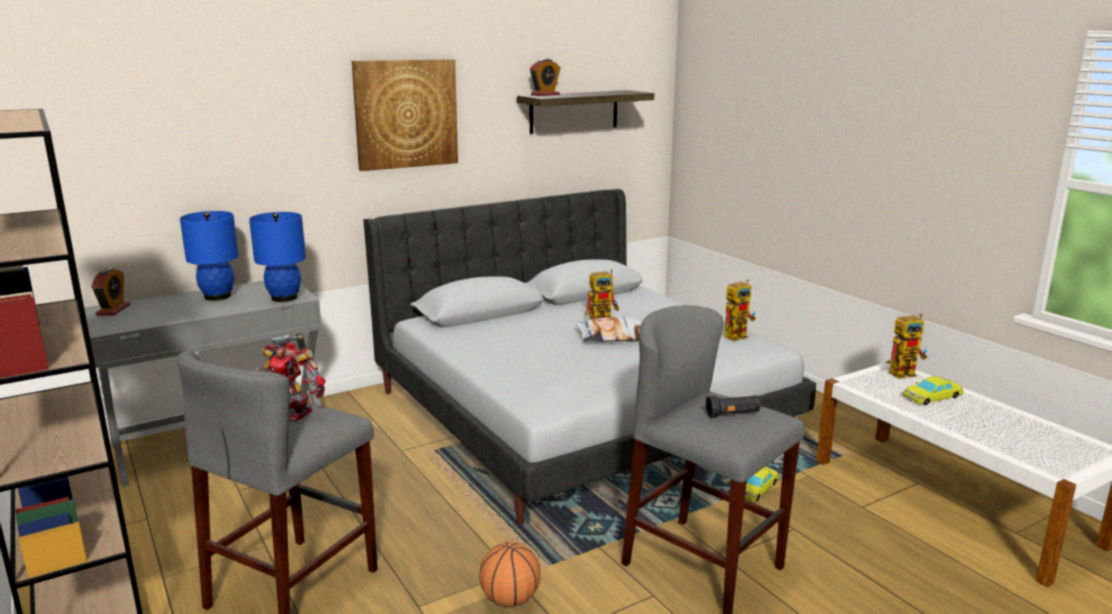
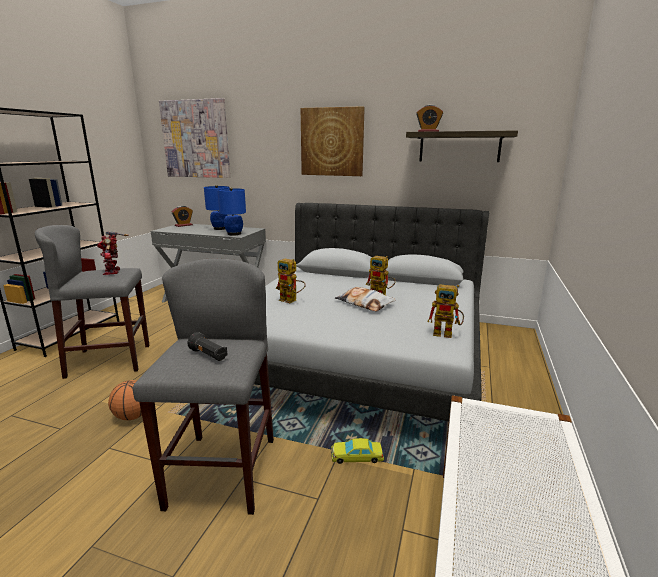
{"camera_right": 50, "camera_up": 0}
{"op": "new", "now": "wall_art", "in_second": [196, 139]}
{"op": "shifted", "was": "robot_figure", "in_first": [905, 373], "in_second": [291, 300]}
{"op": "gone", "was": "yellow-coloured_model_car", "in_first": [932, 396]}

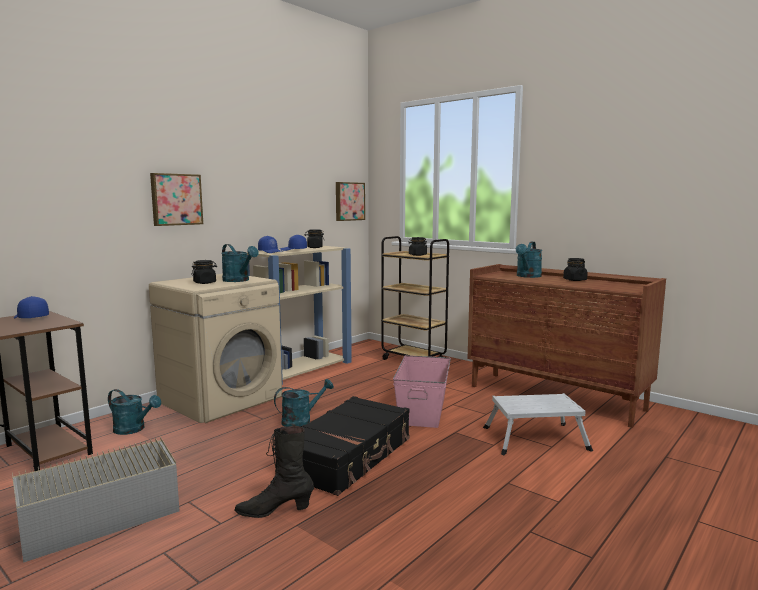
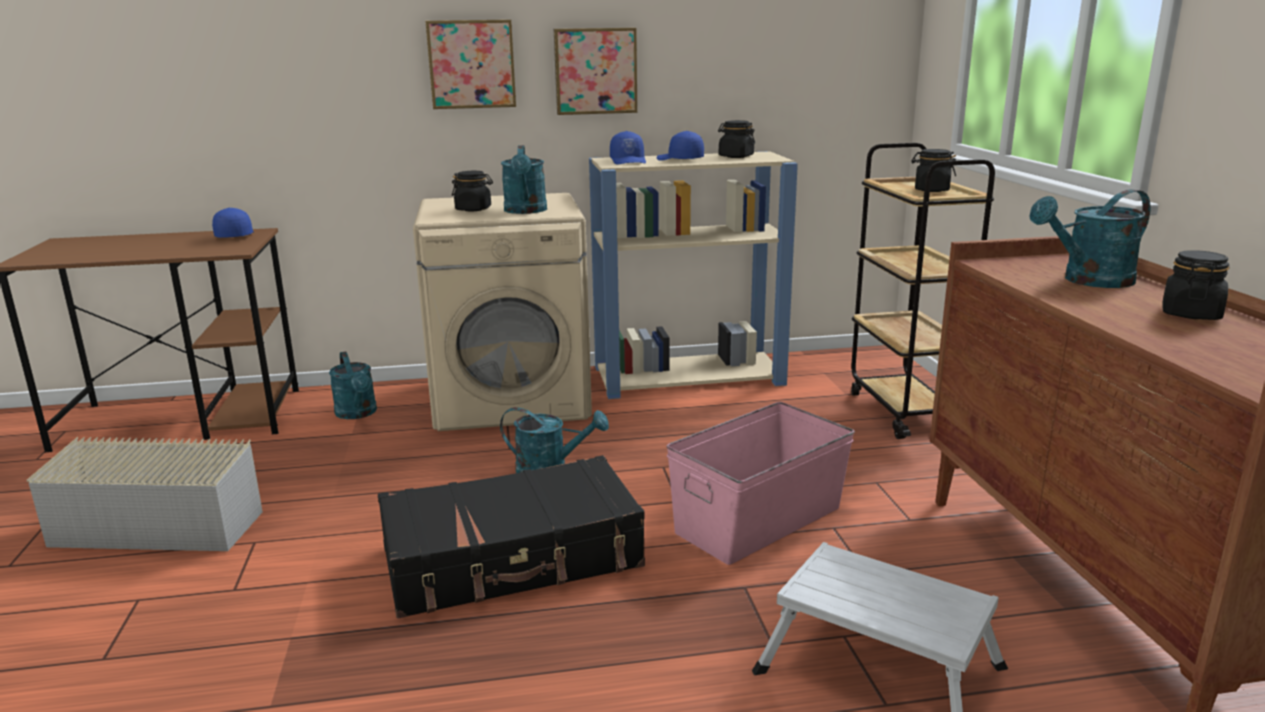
{"camera_right": 40, "camera_up": 10}
{"op": "shifted", "was": "wall_art", "in_first": [349, 201], "in_second": [595, 71]}
{"op": "gone", "was": "black-coloured_tall_boot", "in_first": [274, 511]}

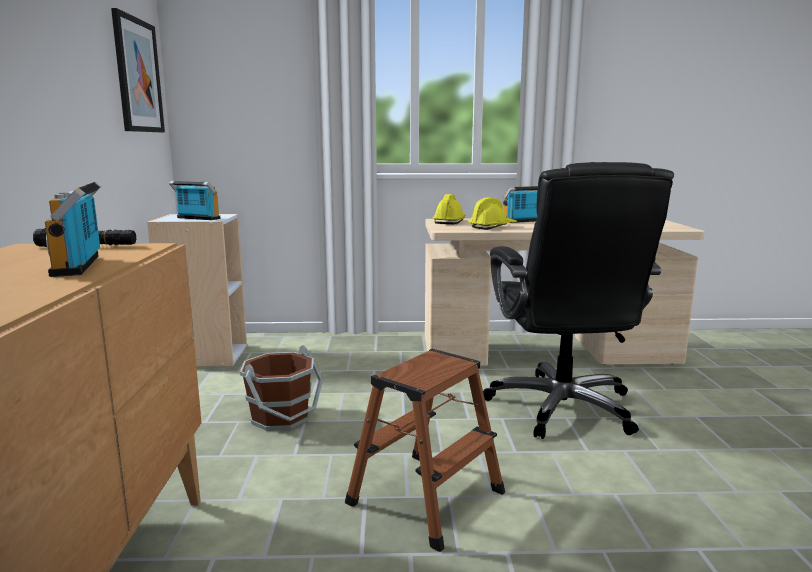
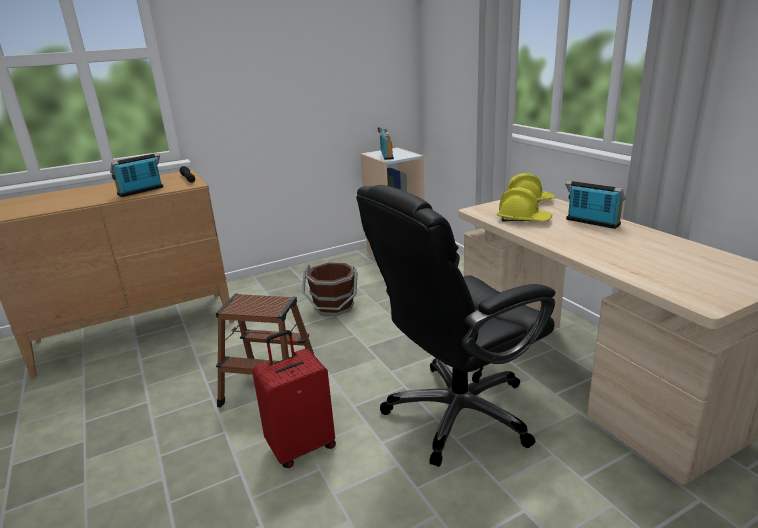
{"camera_right": 65, "camera_up": 10}
{"op": "new", "now": "red-coloured_suitcase", "in_second": [301, 446]}
{"op": "gone", "was": "wall_art", "in_first": [137, 76]}

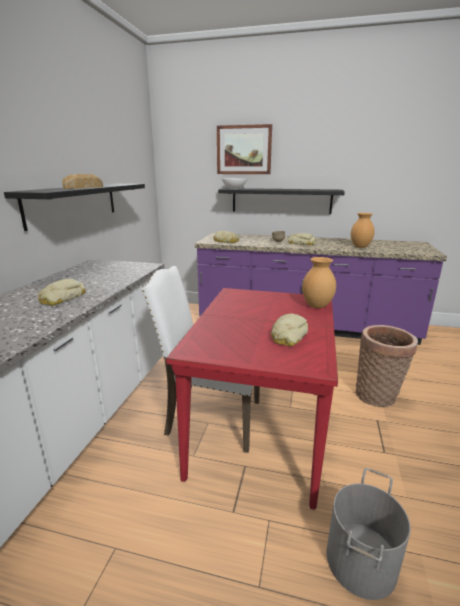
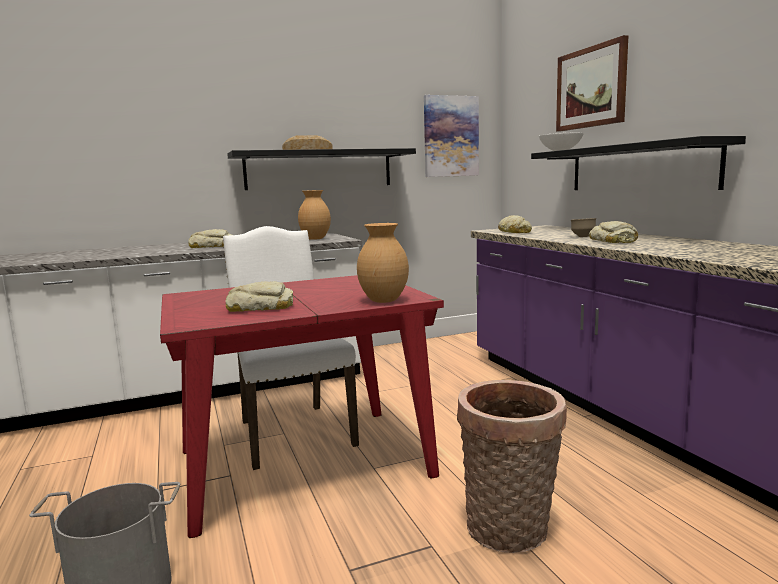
{"camera_right": 55, "camera_up": -10}
{"op": "shifted", "was": "brown-coloured_flower_vase", "in_first": [360, 247], "in_second": [316, 239]}
{"op": "new", "now": "wall_art", "in_second": [450, 136]}

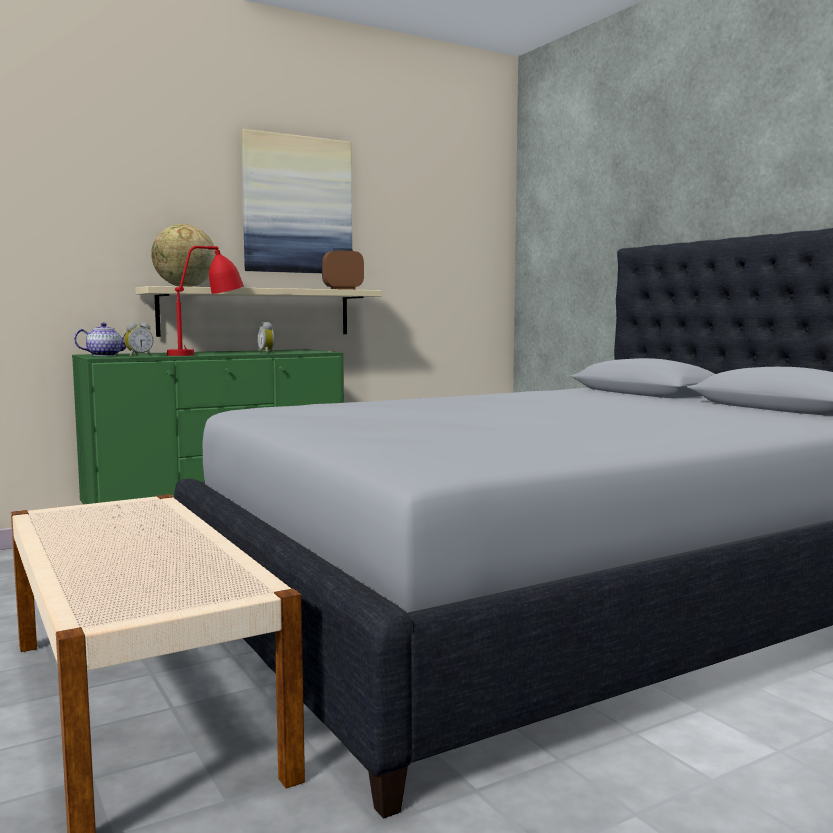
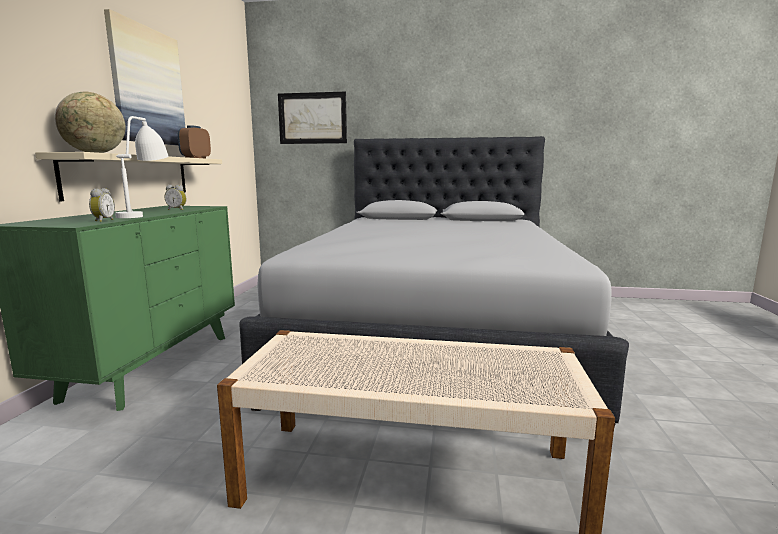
{"camera_right": -50, "camera_up": 5}
{"op": "repainted", "was": "red-coloured_table_lamp", "now": "whitish_table_lamp", "in_first": [209, 354], "in_second": [147, 214]}
{"op": "new", "now": "wall_art", "in_second": [312, 118]}
{"op": "gone", "was": "teapot", "in_first": [105, 355]}

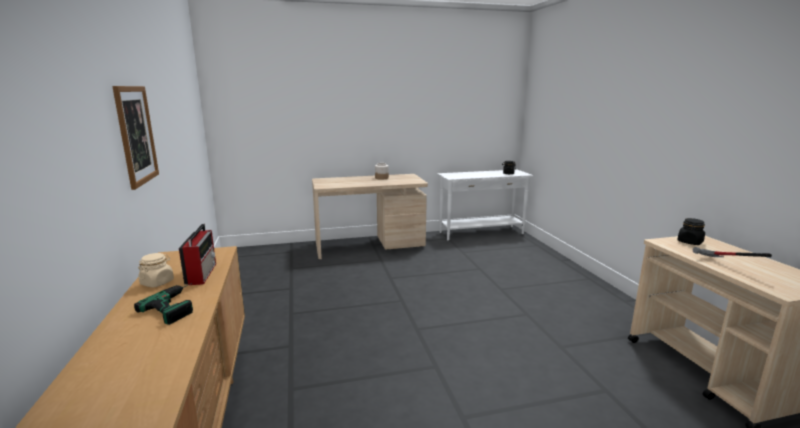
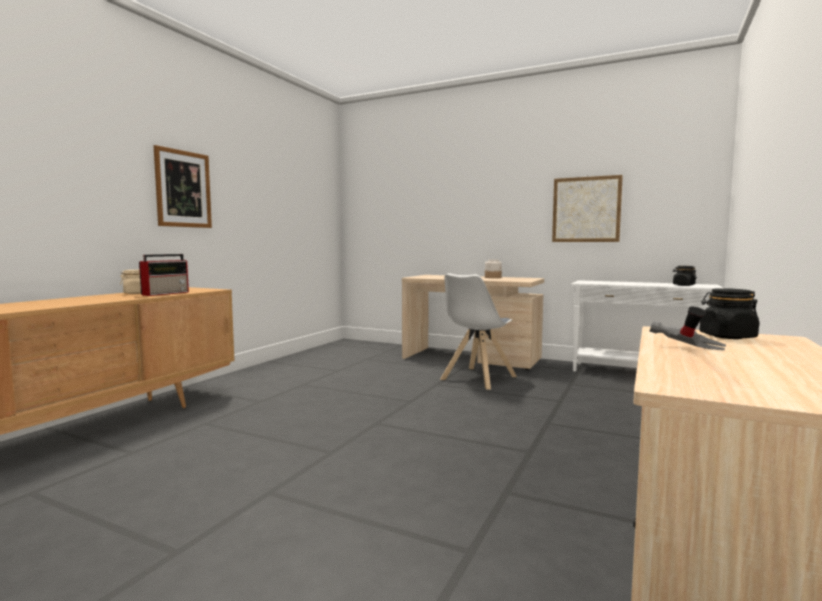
{"camera_right": 40, "camera_up": -10}
{"op": "new", "now": "chair", "in_second": [477, 379]}
{"op": "new", "now": "wall_art", "in_second": [586, 208]}
{"op": "gone", "was": "drill", "in_first": [179, 304]}

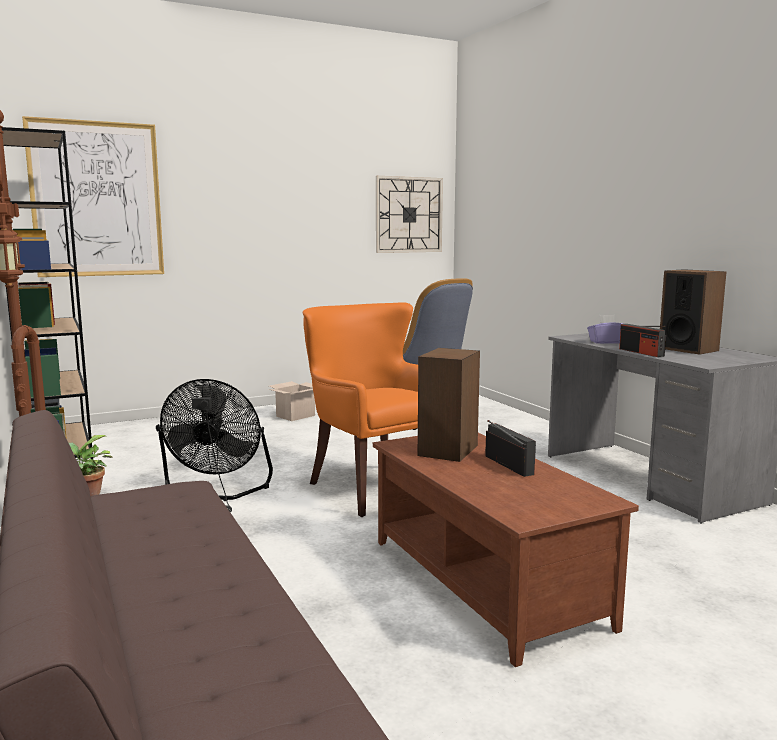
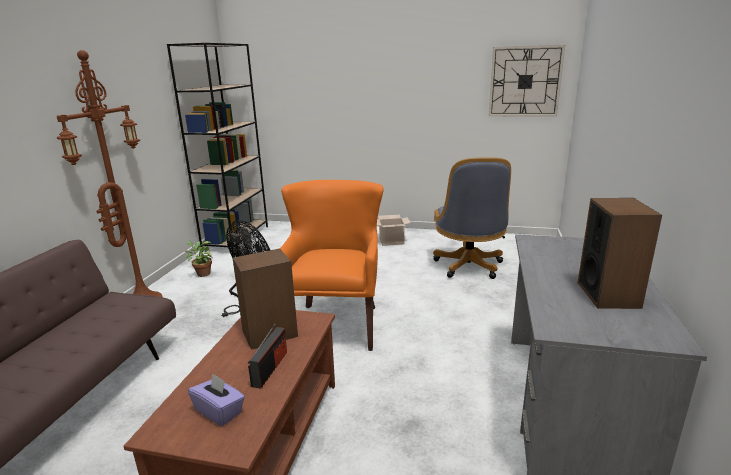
{"camera_right": 40, "camera_up": 10}
{"op": "shifted", "was": "purplish_box_of_tissues", "in_first": [606, 342], "in_second": [219, 411]}
{"op": "gone", "was": "wall_art", "in_first": [97, 199]}
{"op": "gone", "was": "radio", "in_first": [641, 352]}

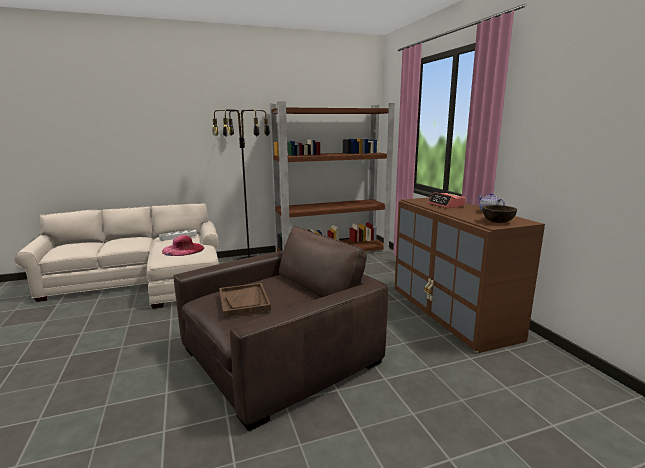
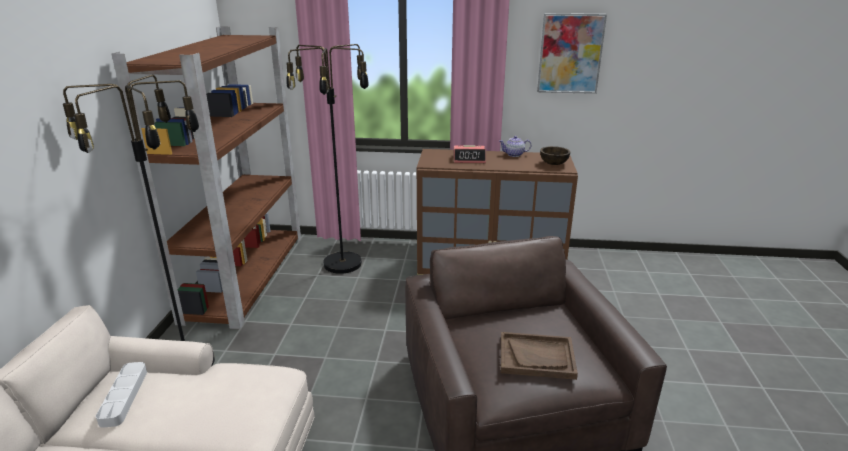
{"camera_right": -65, "camera_up": 10}
{"op": "new", "now": "standing_lamp", "in_second": [342, 264]}
{"op": "new", "now": "wall_art", "in_second": [570, 54]}
{"op": "gone", "was": "pink_hat", "in_first": [183, 249]}

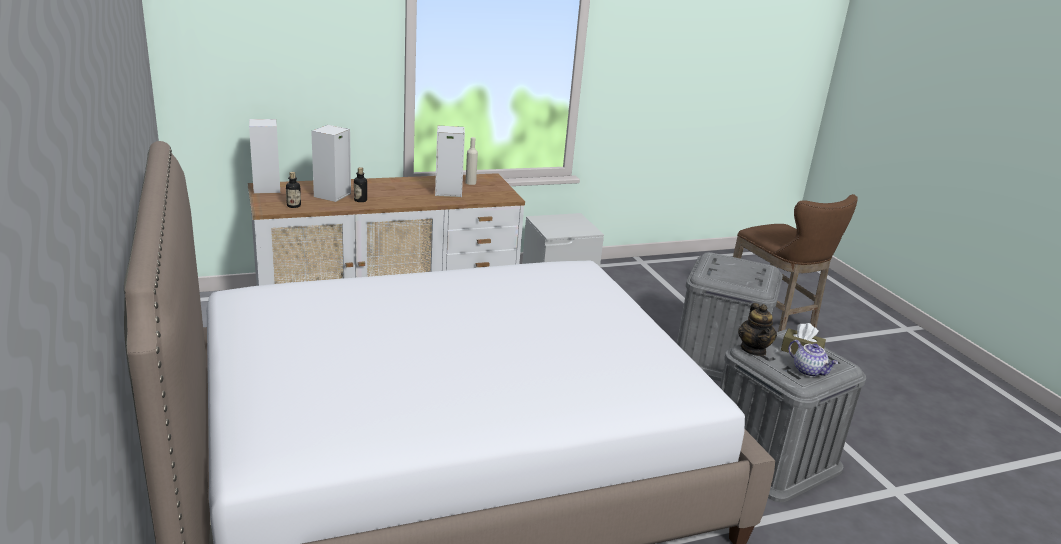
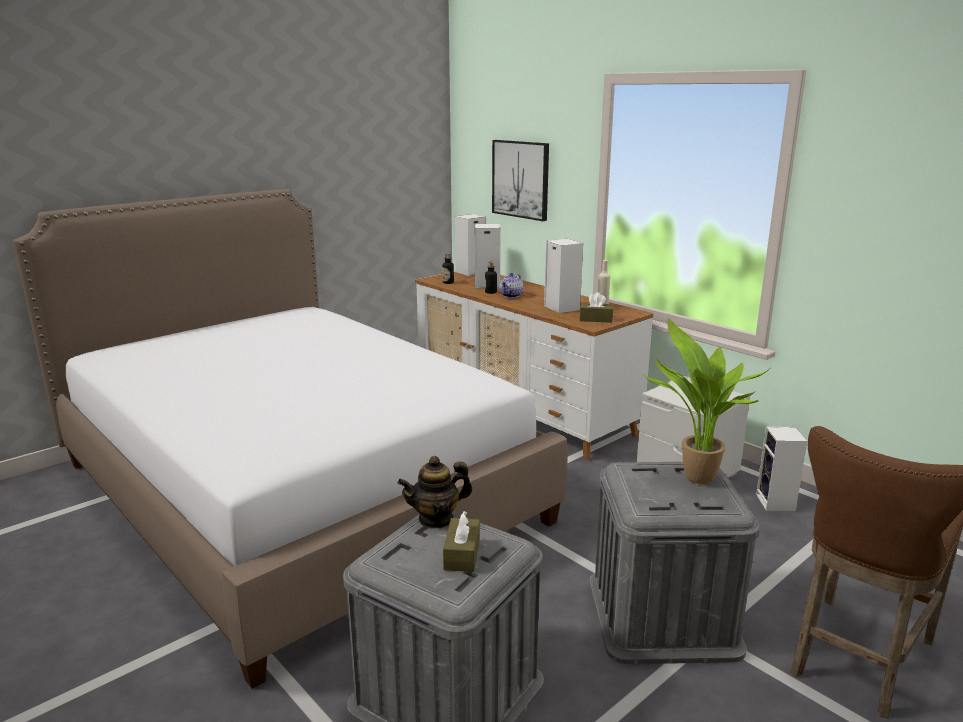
{"camera_right": 70, "camera_up": -5}
{"op": "new", "now": "wall_art", "in_second": [521, 179]}
{"op": "shifted", "was": "teapot", "in_first": [809, 371], "in_second": [511, 296]}
{"op": "new", "now": "brown-coloured_box_of_tissues", "in_second": [596, 319]}
{"op": "new", "now": "houseplant", "in_second": [694, 479]}
{"op": "new", "now": "speaker", "in_second": [776, 503]}

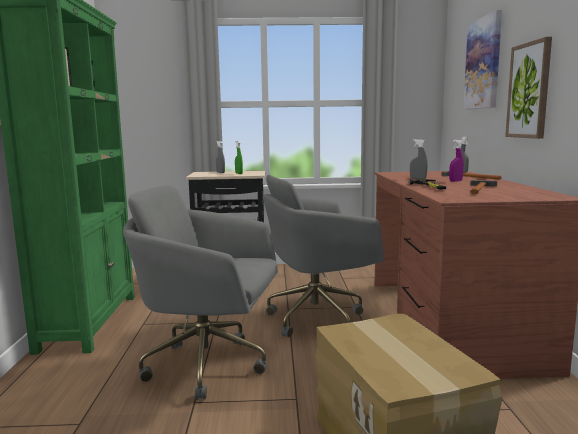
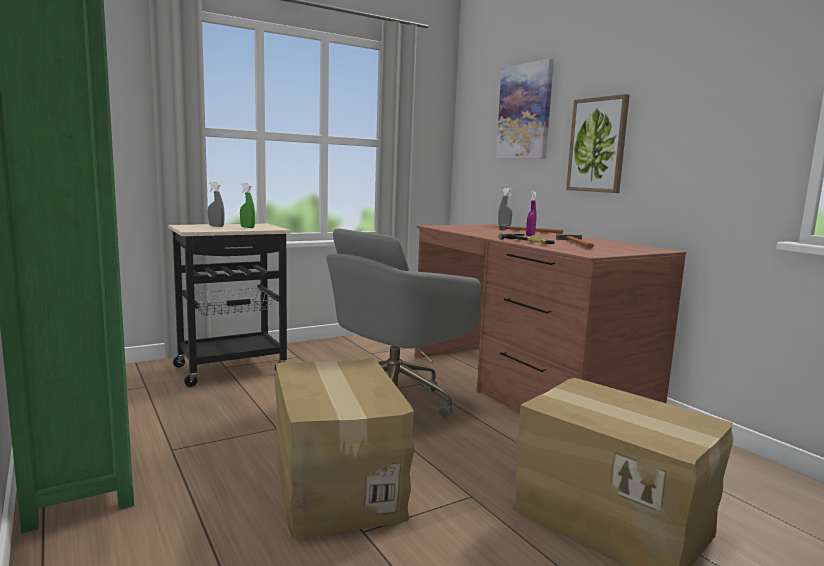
{"camera_right": -30, "camera_up": 0}
{"op": "swapped", "was": "grey_office_chair", "now": "carton", "in_first": [211, 367], "in_second": [334, 484]}
{"op": "gone", "was": "grey_hand_sprayer", "in_first": [418, 178]}

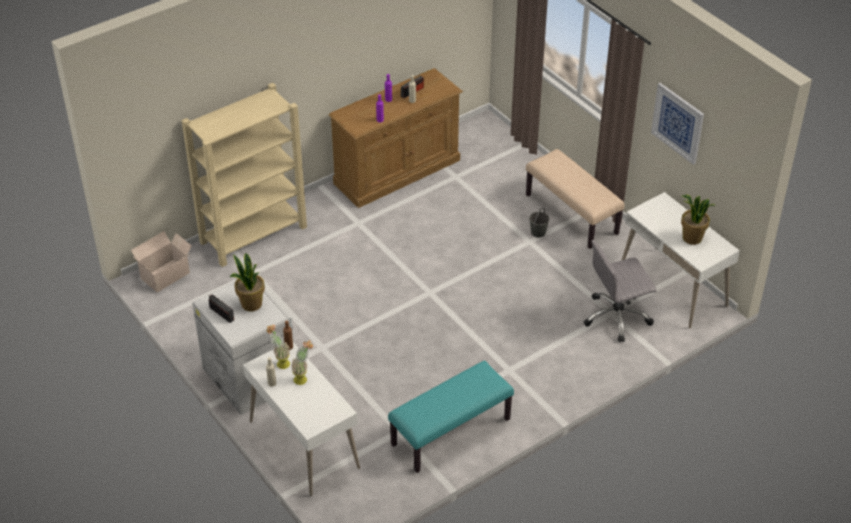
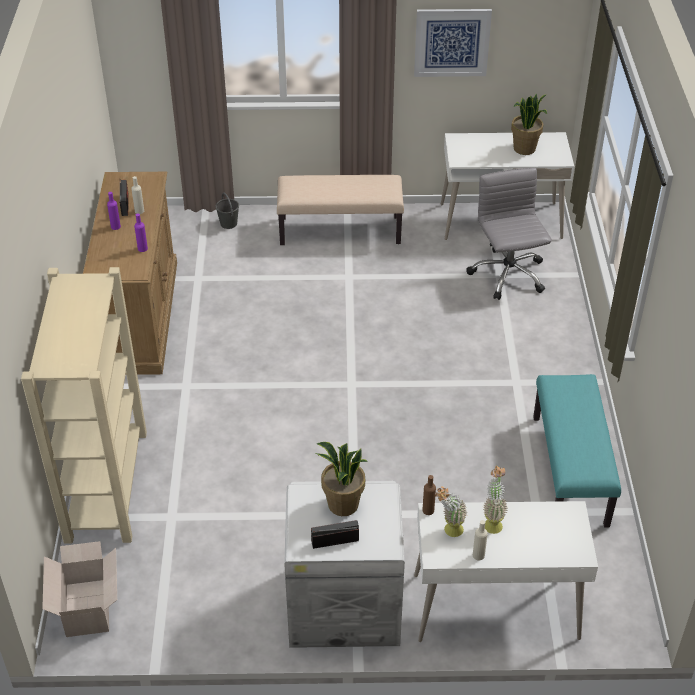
{"camera_right": -55, "camera_up": 0}
{"op": "shifted", "was": "grey_bucket", "in_first": [538, 232], "in_second": [228, 223]}
{"op": "rotated", "was": "grey_office_chair", "in_first": [616, 317], "in_second": [507, 274], "clockwise": 150}

